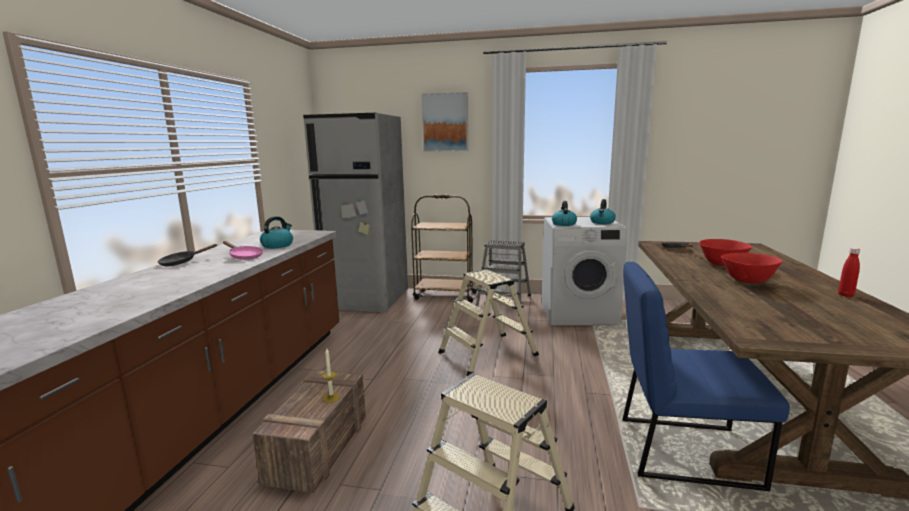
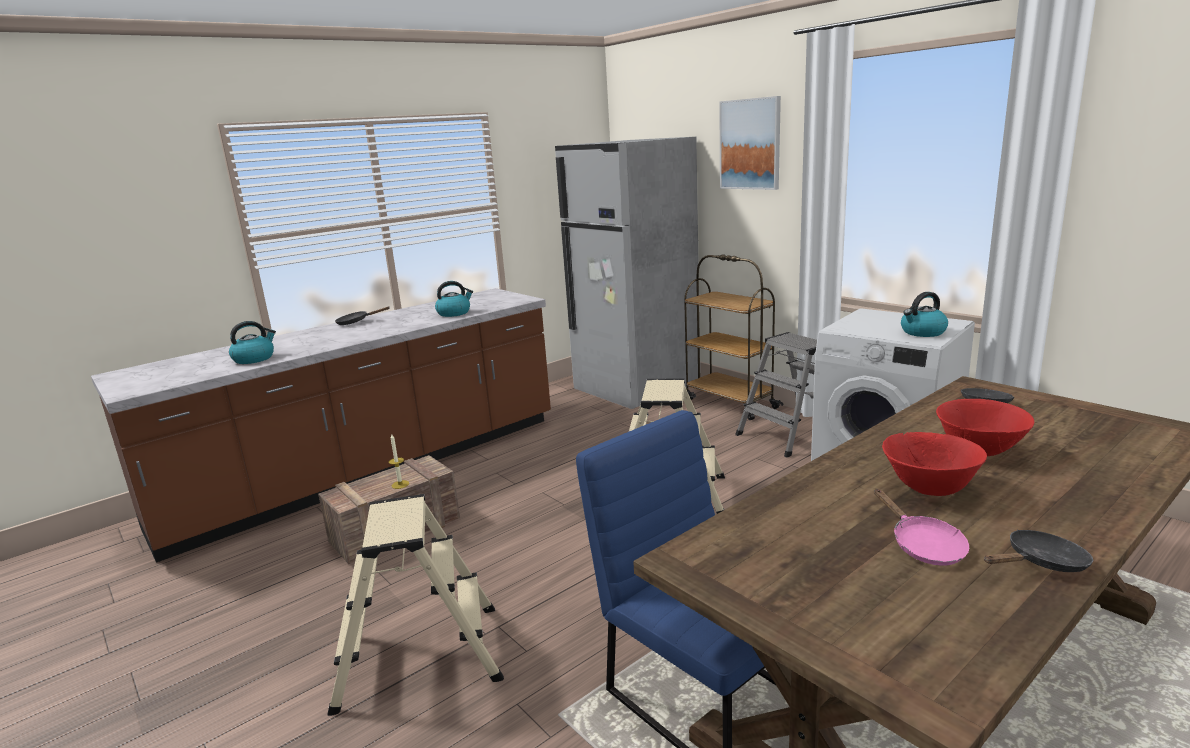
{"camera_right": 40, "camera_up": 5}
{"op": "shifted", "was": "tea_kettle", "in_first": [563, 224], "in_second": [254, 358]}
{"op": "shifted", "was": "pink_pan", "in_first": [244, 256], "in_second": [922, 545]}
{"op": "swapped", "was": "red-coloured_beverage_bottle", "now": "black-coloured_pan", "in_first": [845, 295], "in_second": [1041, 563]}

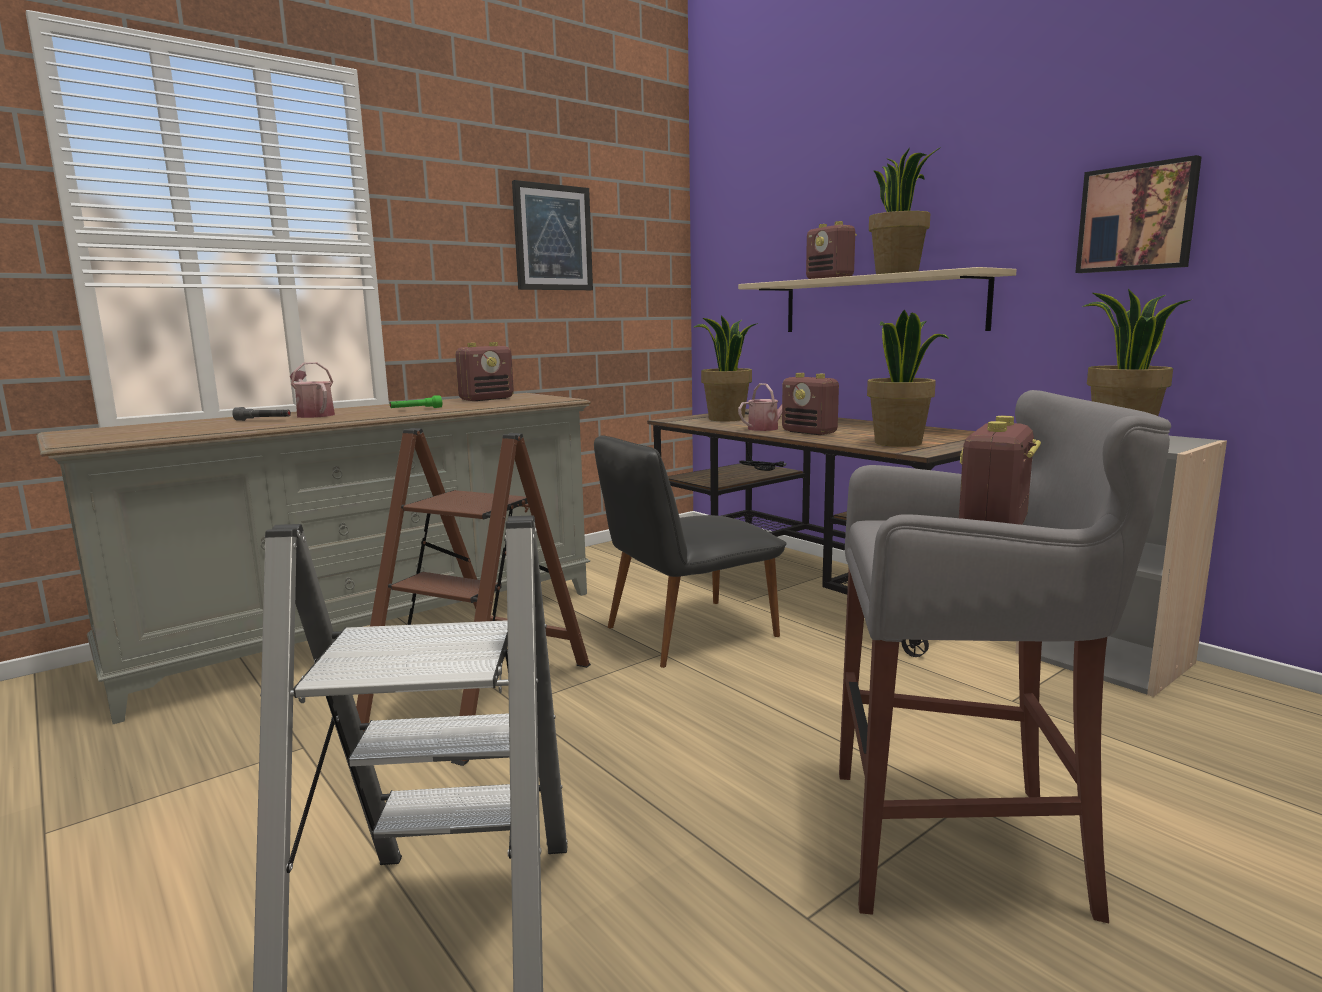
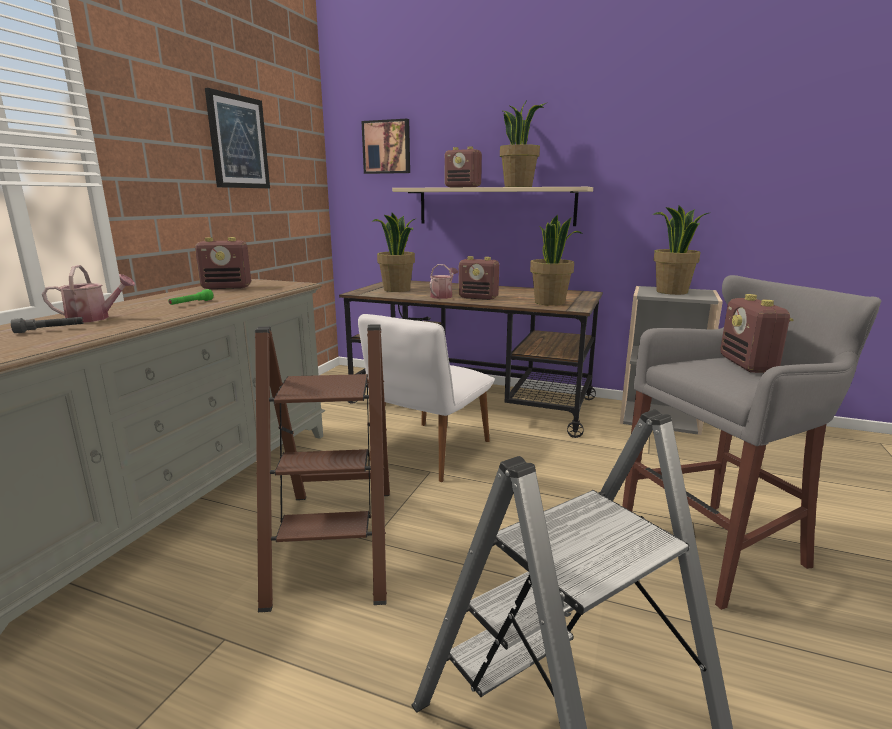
{"camera_right": -30, "camera_up": 5}
{"op": "rotated", "was": "watering_can", "in_first": [314, 415], "in_second": [94, 318], "clockwise": 150}
{"op": "rotated", "was": "radio", "in_first": [487, 399], "in_second": [227, 287], "clockwise": 60}
{"op": "repainted", "was": "black-coloured_chair", "now": "whitish_chair", "in_first": [691, 631], "in_second": [431, 450]}
{"op": "shifted", "was": "wall_art", "in_first": [1137, 218], "in_second": [387, 147]}

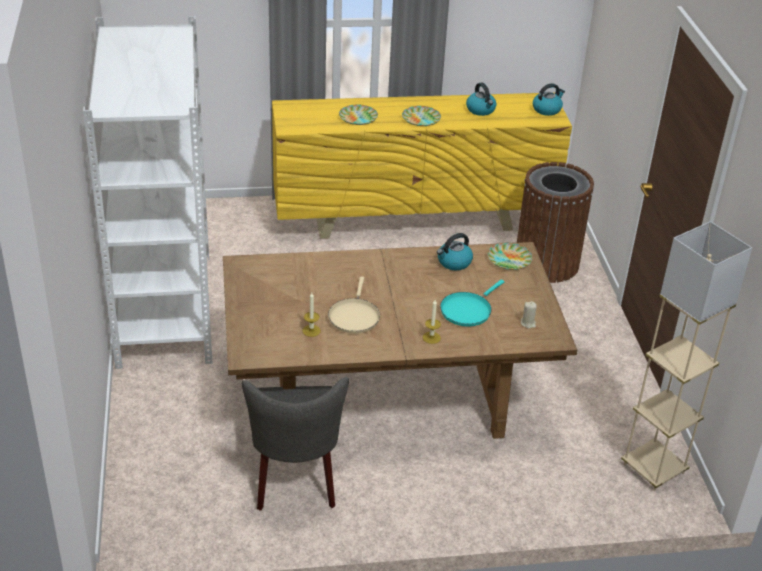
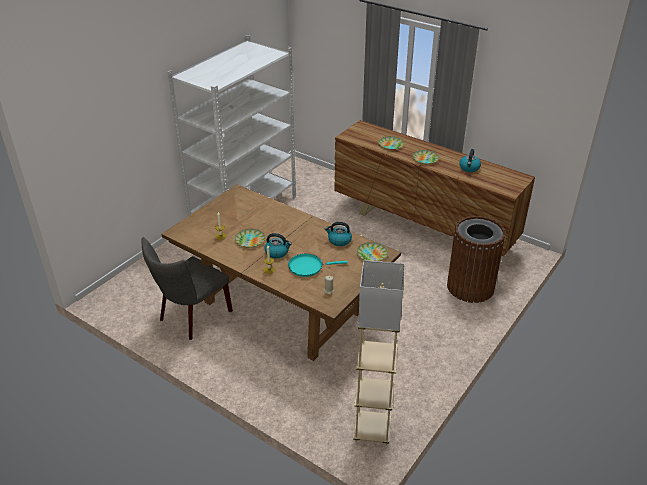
{"camera_right": 45, "camera_up": 0}
{"op": "swapped", "was": "beige-coloured_pan", "now": "flat_dish", "in_first": [354, 316], "in_second": [249, 240]}
{"op": "shifted", "was": "tea_kettle", "in_first": [547, 109], "in_second": [277, 252]}
{"op": "repainted", "was": "yellow-coloured_cupboard", "now": "brown-coloured_cupboard", "in_first": [414, 220], "in_second": [423, 227]}

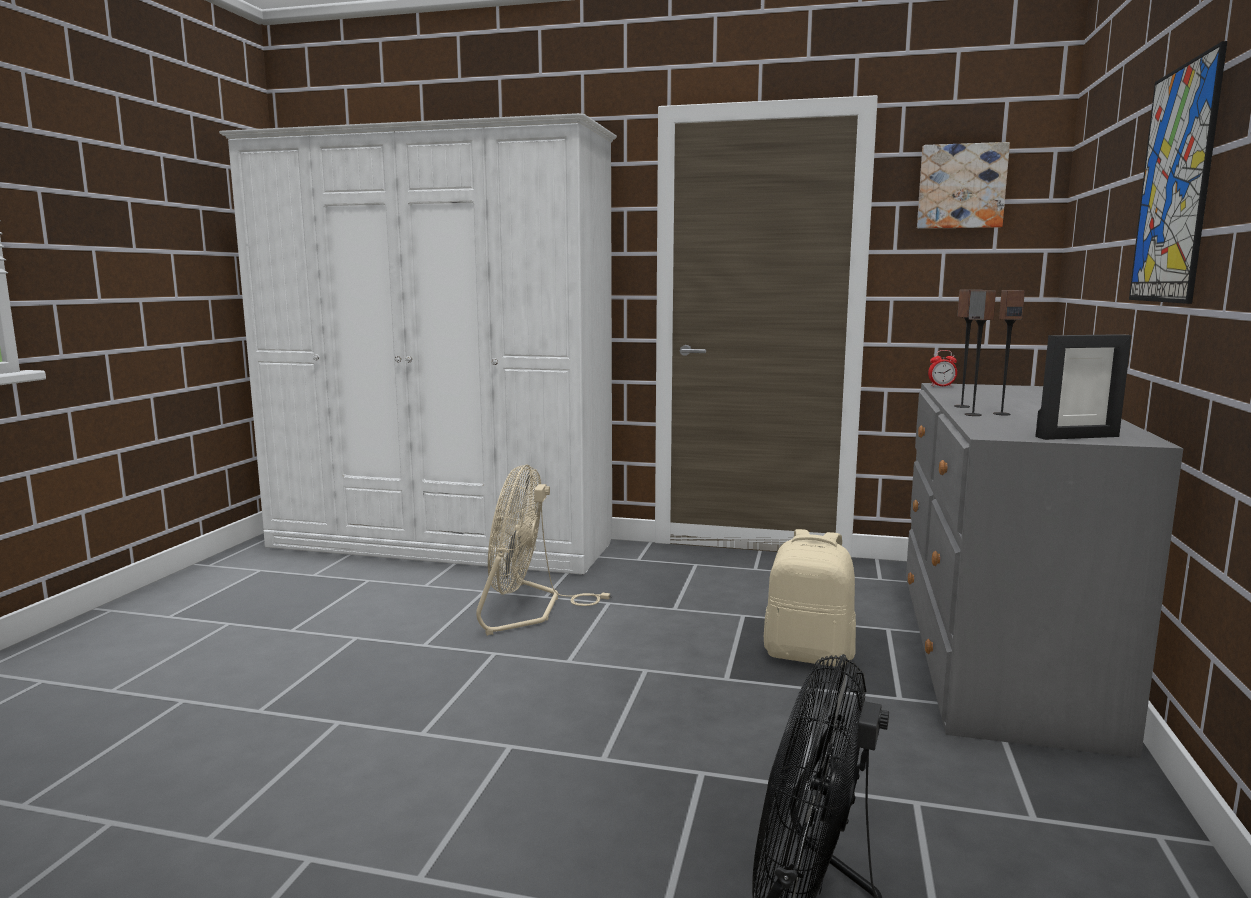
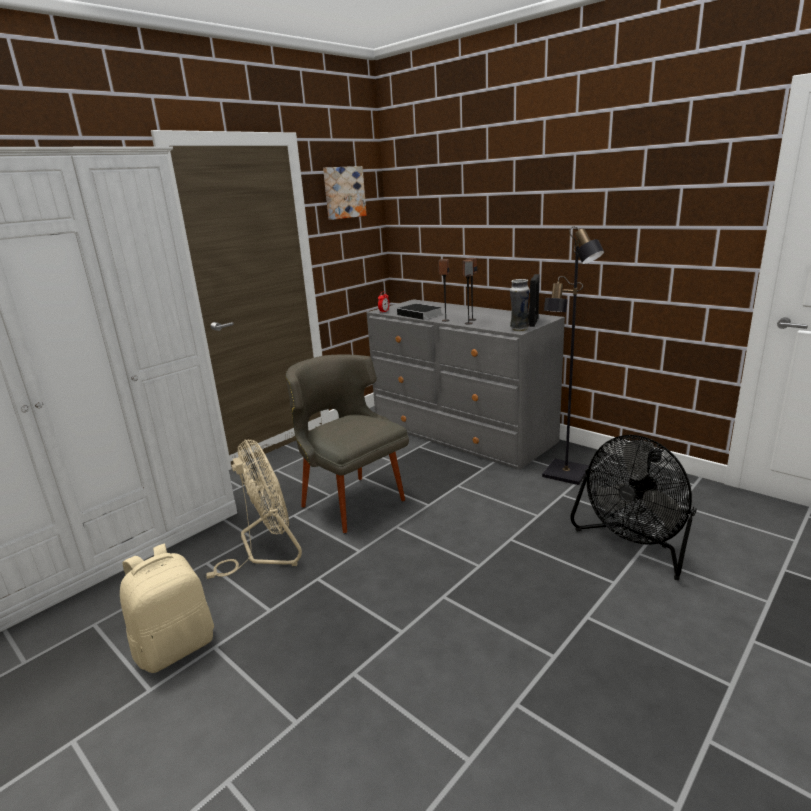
{"camera_right": -60, "camera_up": 10}
{"op": "shifted", "was": "beige-coloured_backpack", "in_first": [809, 655], "in_second": [176, 646]}
{"op": "rotated", "was": "beige-coloured_electric_fan", "in_first": [533, 606], "in_second": [262, 546], "clockwise": -150}
{"op": "new", "now": "grey_chair", "in_second": [353, 504]}
{"op": "new", "now": "book", "in_second": [421, 315]}
{"op": "new", "now": "flower_vase", "in_second": [519, 329]}
{"op": "new", "now": "black-coloured_standing_lamp", "in_second": [565, 472]}
{"op": "gone", "was": "wall_art", "in_first": [1174, 185]}

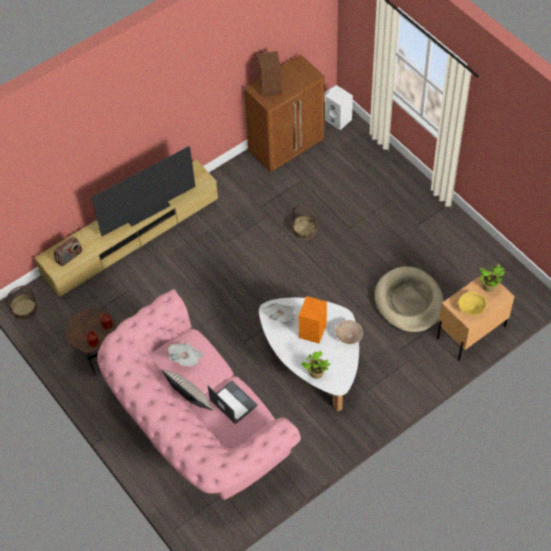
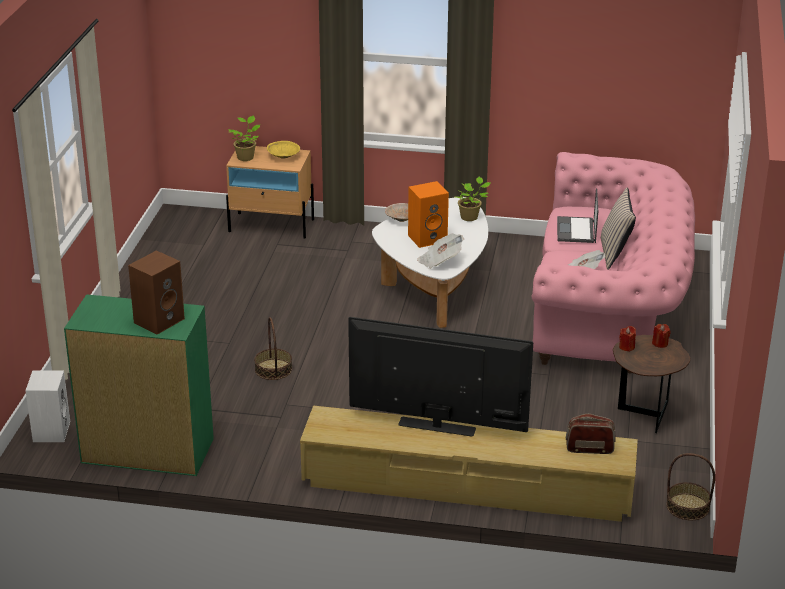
{"camera_right": -135, "camera_up": -25}
{"op": "repainted", "was": "brown-coloured_cupboard", "now": "greenish_cupboard", "in_first": [286, 144], "in_second": [147, 450]}
{"op": "gone", "was": "beige-coloured_dog_cushion", "in_first": [409, 302]}

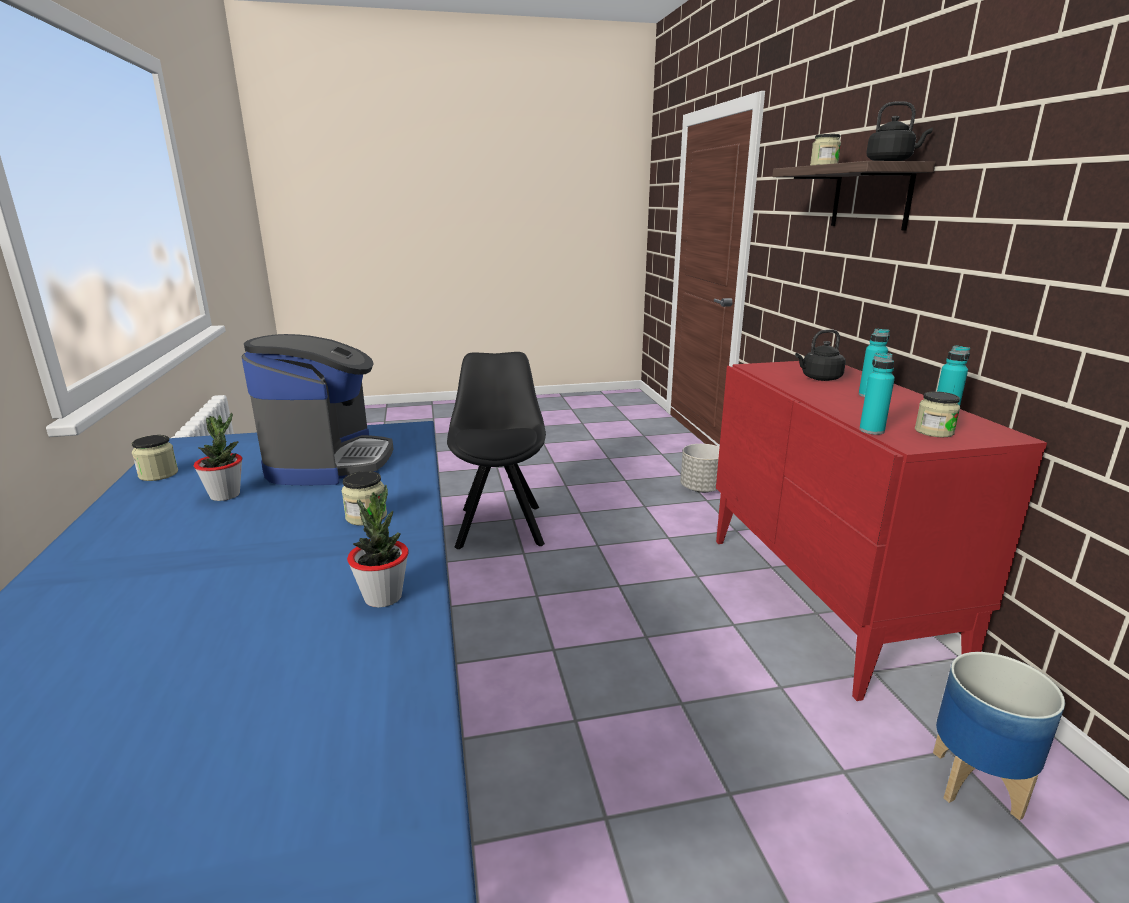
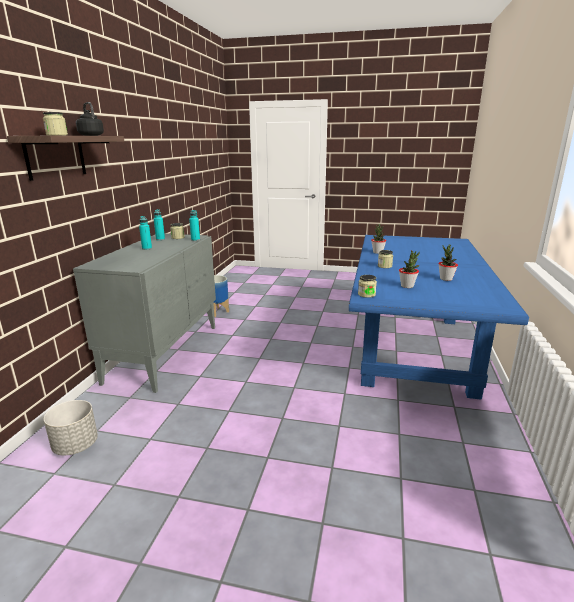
{"camera_right": -155, "camera_up": 0}
{"op": "repainted", "was": "red-coloured_cupboard", "now": "grey_cupboard", "in_first": [822, 600], "in_second": [165, 352]}
{"op": "shifted", "was": "storage_jar", "in_first": [158, 474], "in_second": [366, 294]}
{"op": "swapped", "was": "coffee_machine", "now": "houseplant", "in_first": [328, 462], "in_second": [407, 286]}
{"op": "gone", "was": "black-coloured_chair", "in_first": [500, 526]}
{"op": "gone", "was": "black-coloured_tea_kettle", "in_first": [819, 378]}

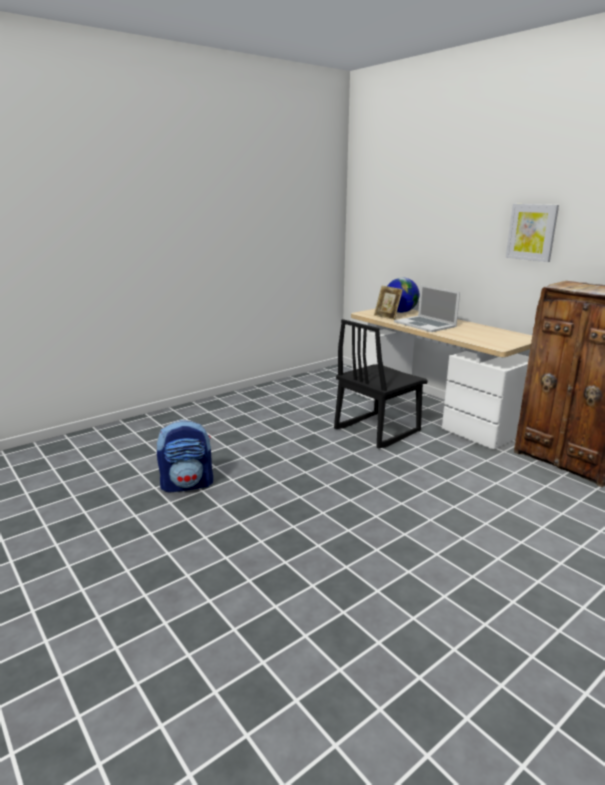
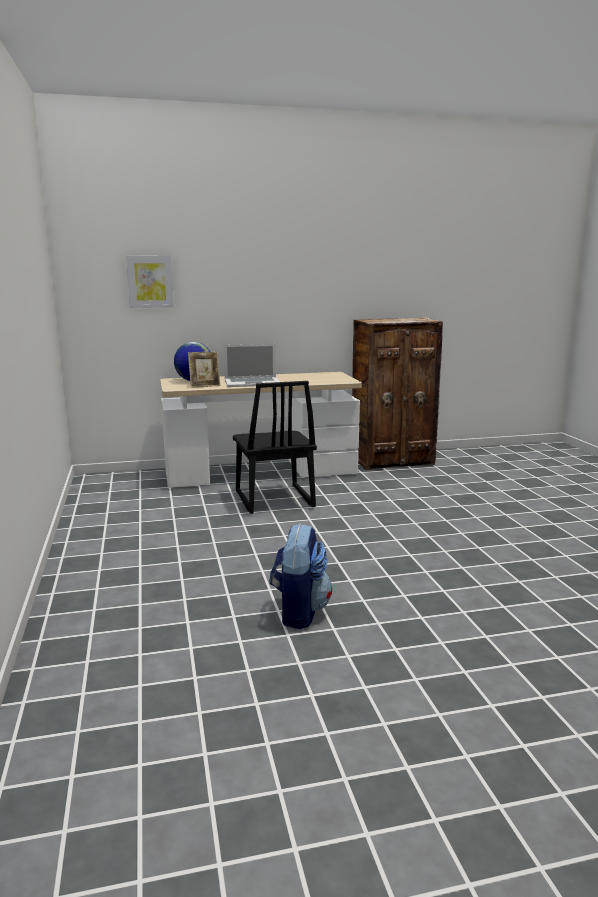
{"camera_right": -65, "camera_up": -5}
{"op": "shifted", "was": "wall_art", "in_first": [532, 232], "in_second": [150, 281]}

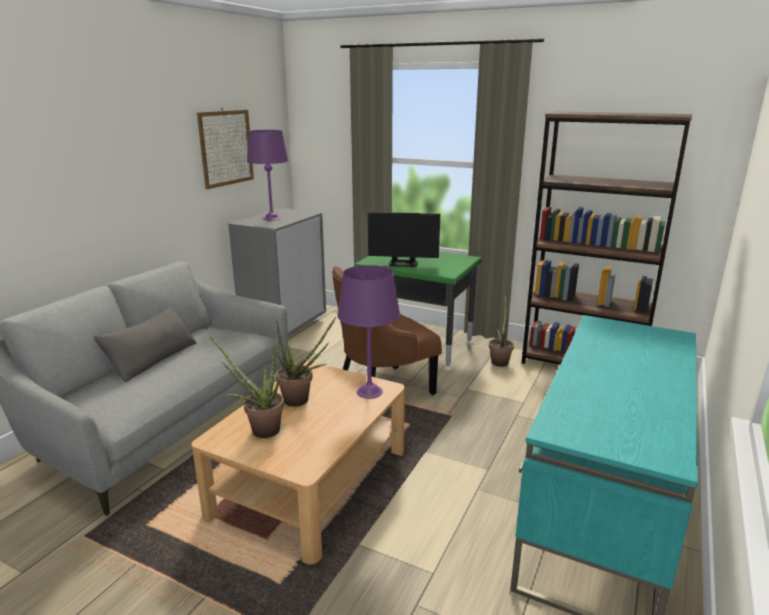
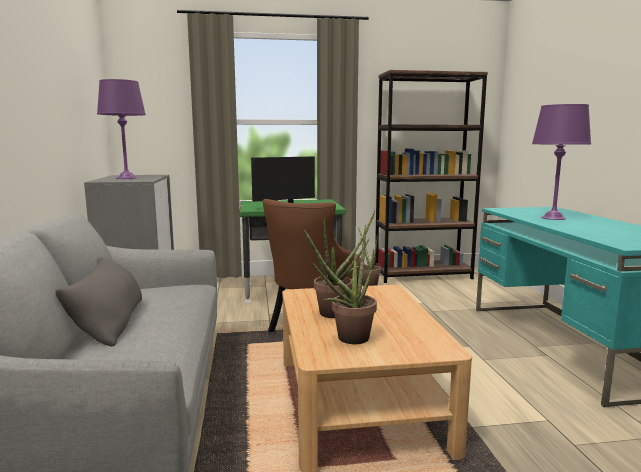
{"camera_right": -35, "camera_up": -10}
{"op": "shifted", "was": "purplish_table_lamp", "in_first": [370, 392], "in_second": [554, 218]}
{"op": "gone", "was": "wall_art", "in_first": [226, 146]}

